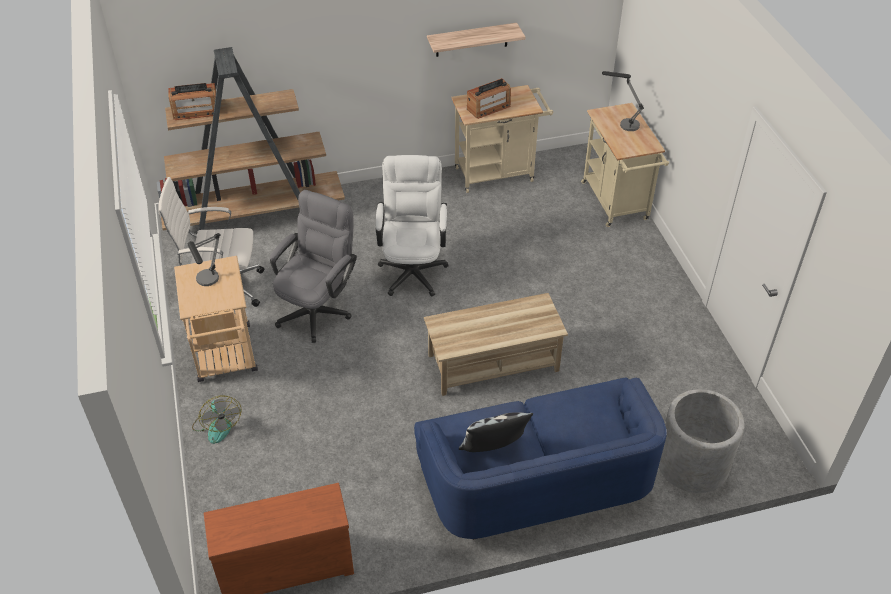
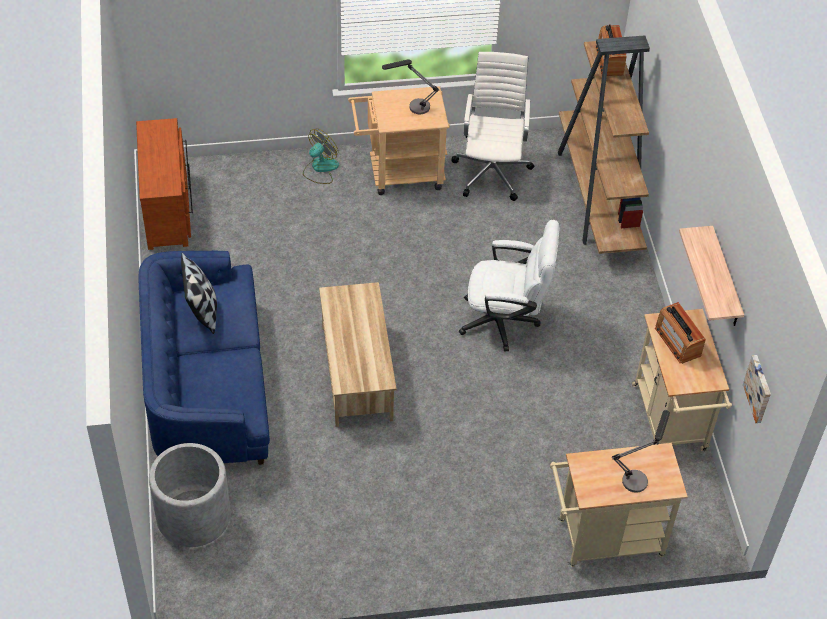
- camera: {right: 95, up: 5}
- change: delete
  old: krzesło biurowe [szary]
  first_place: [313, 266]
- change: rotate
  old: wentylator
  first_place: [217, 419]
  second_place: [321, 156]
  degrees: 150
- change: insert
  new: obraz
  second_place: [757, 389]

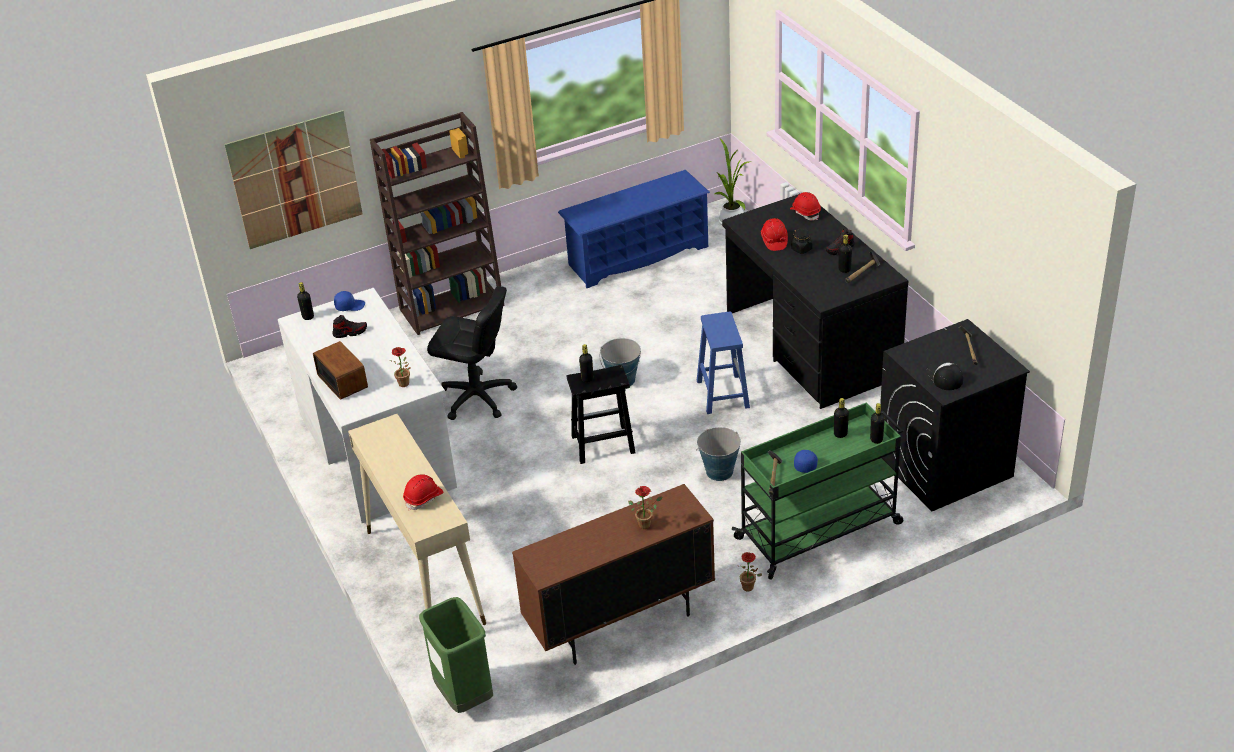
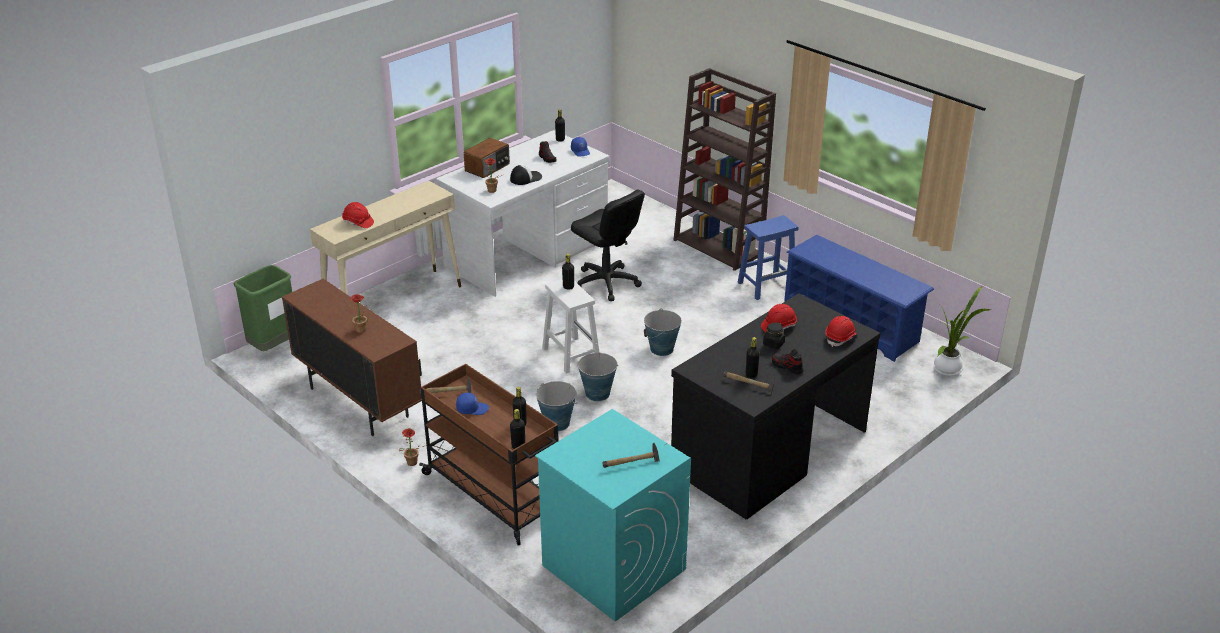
- camera: {right: 70, up: -5}
- change: delete
  old: obraz
  first_place: [293, 179]
- change: rotate
  old: krzesło biurowe [czarny]
  first_place: [472, 353]
  second_place: [608, 245]
  degrees: -45
- change: move
  old: stołek [niebieski]
  first_place: [723, 362]
  second_place: [768, 257]
- change: recolor
  old: pralka [czarny]
  new: pralka [turkusowy]
  first_place: [955, 415]
  second_place: [613, 515]
- change: move
  old: czapka z daszkiem
  first_place: [945, 376]
  second_place: [526, 175]
- change: recolor
  old: stołek [czarny]
  new: stołek [biały]
  first_place: [601, 414]
  second_place: [571, 326]
- change: recolor
  old: wózek [zielony]
  new: wózek [brązowy]
  first_place: [817, 491]
  second_place: [489, 454]
- change: insert
  new: wiadro
  second_place: [598, 377]

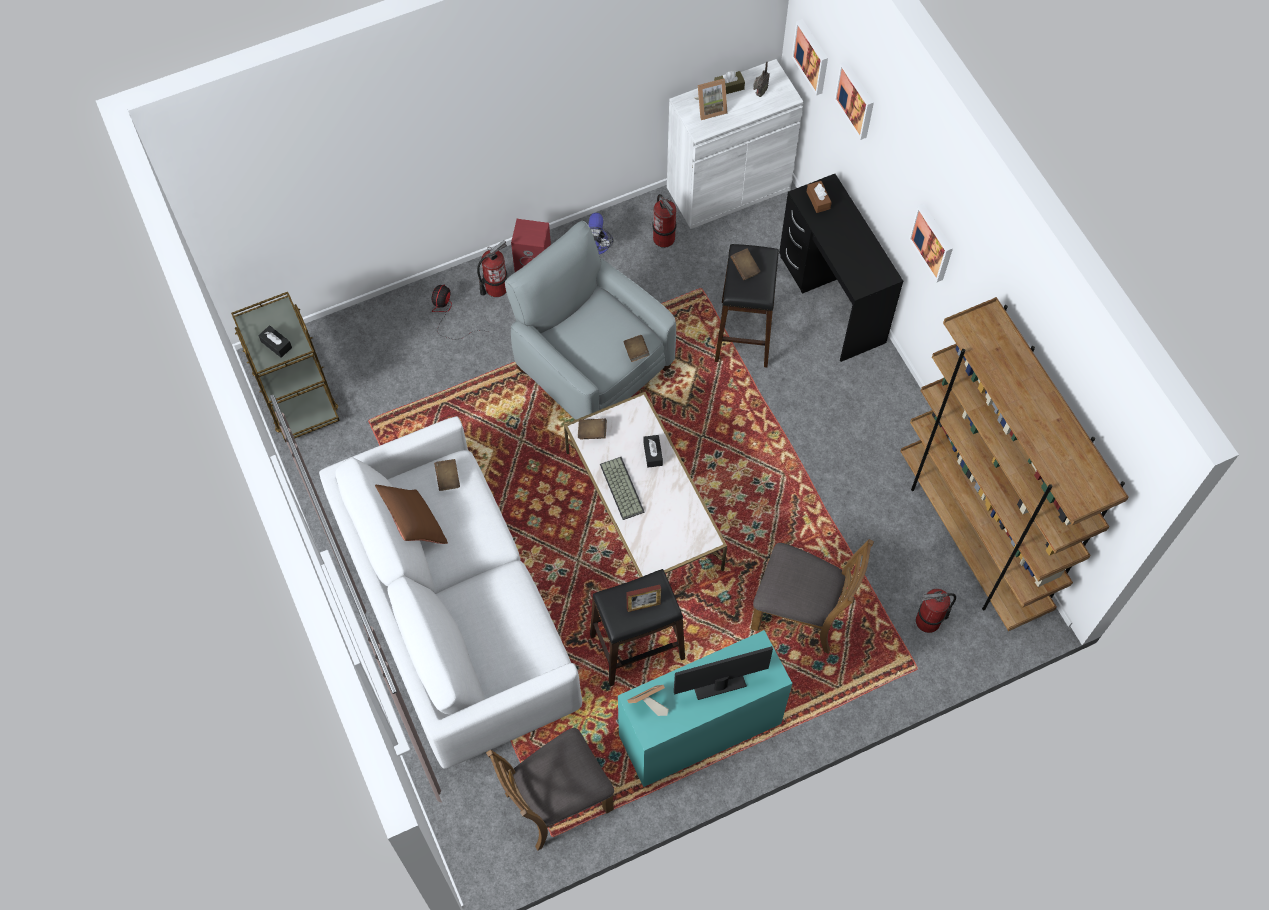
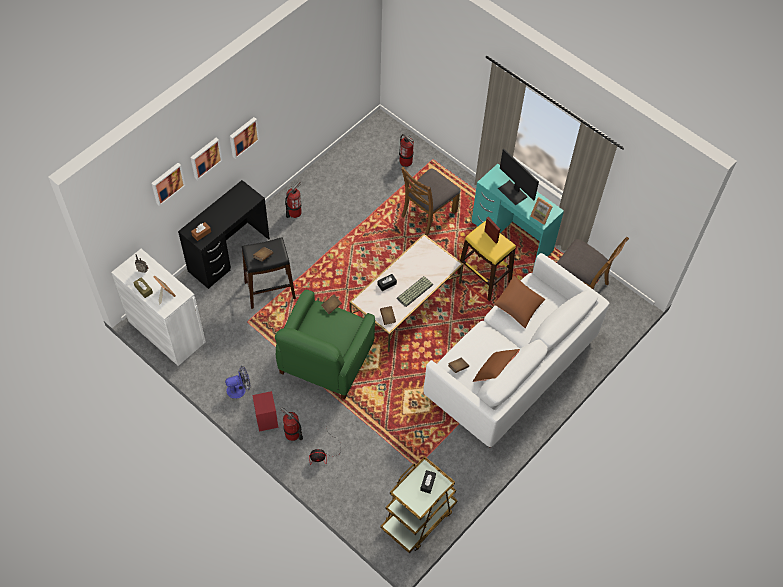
- camera: {right: -115, up: -5}
- change: move
  old: obraz
  first_place: [810, 57]
  second_place: [206, 159]
- change: move
  old: gaśnica
  first_place: [664, 221]
  second_place: [293, 199]
- change: recolor
  old: fotel [szary]
  new: fotel [zielony]
  first_place: [590, 320]
  second_place: [325, 344]
- change: delete
  old: regał [brązowy]
  first_place: [1014, 464]
- change: rotate
  old: krzesło [brązowy]
  first_place: [812, 596]
  second_place: [431, 201]
  degrees: -135
- change: recolor
  old: stołek [czarny]
  new: stołek [żółty]
  first_place: [637, 627]
  second_place: [486, 261]
- change: insert
  new: poduszka [brązowy]
  second_place: [519, 302]

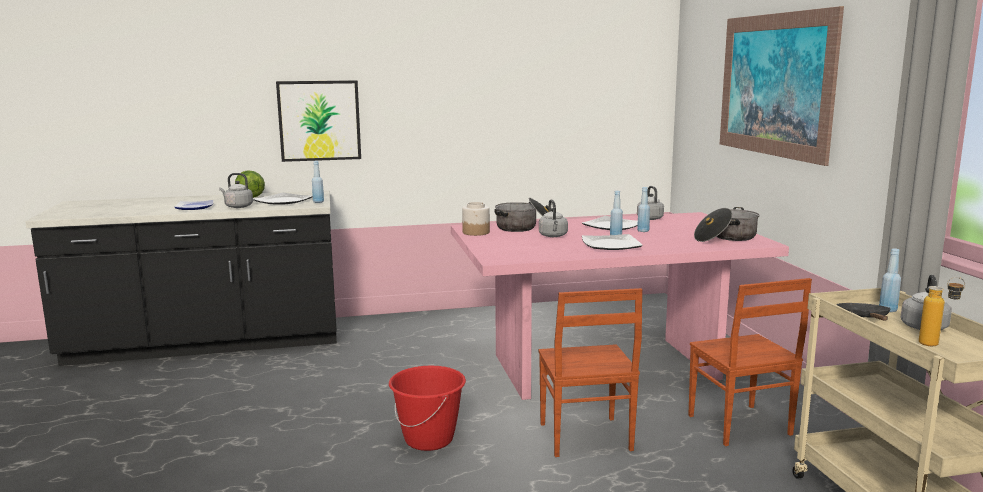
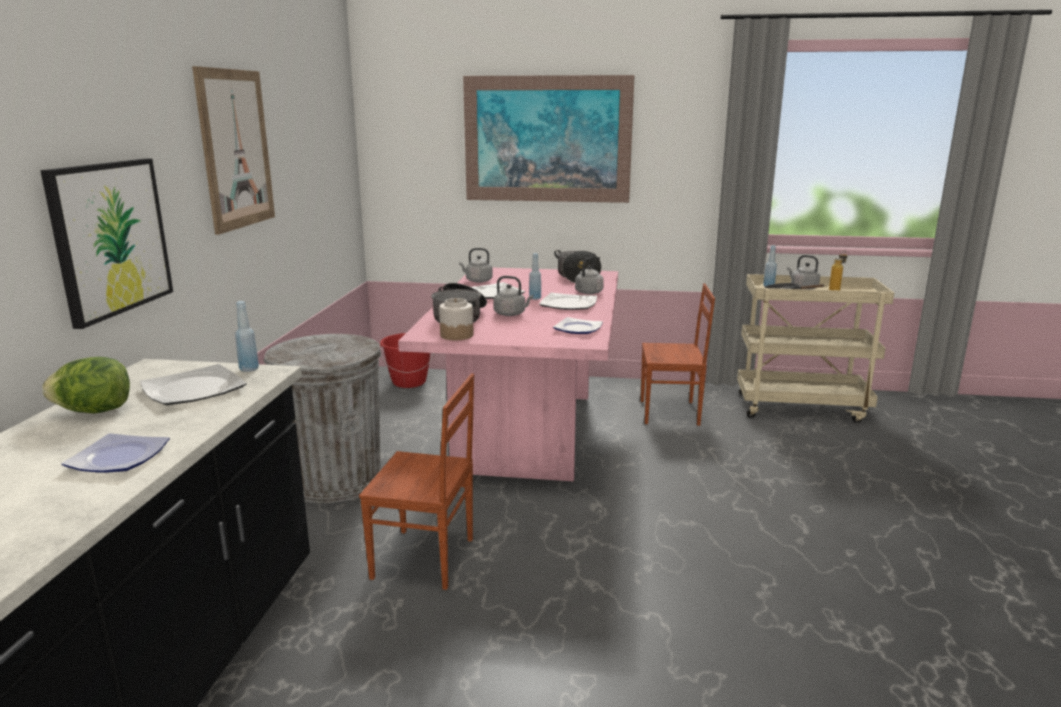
- camera: {right: -70, up: 5}
- change: move
  old: czajnik [szary]
  first_place: [236, 190]
  second_place: [589, 275]
- change: delete
  old: butelka [niebieski]
  first_place: [643, 209]
- change: move
  old: krzesło [brązowy]
  first_place: [590, 372]
  second_place: [416, 481]
- change: move
  old: wiadro [czerwony]
  first_place: [427, 408]
  second_place: [406, 360]
- change: insert
  new: obraz
  second_place: [233, 150]
- change: insert
  new: talerz
  second_place: [578, 325]
- change: insert
  new: kosz na śmieci [szary]
  second_place: [322, 418]

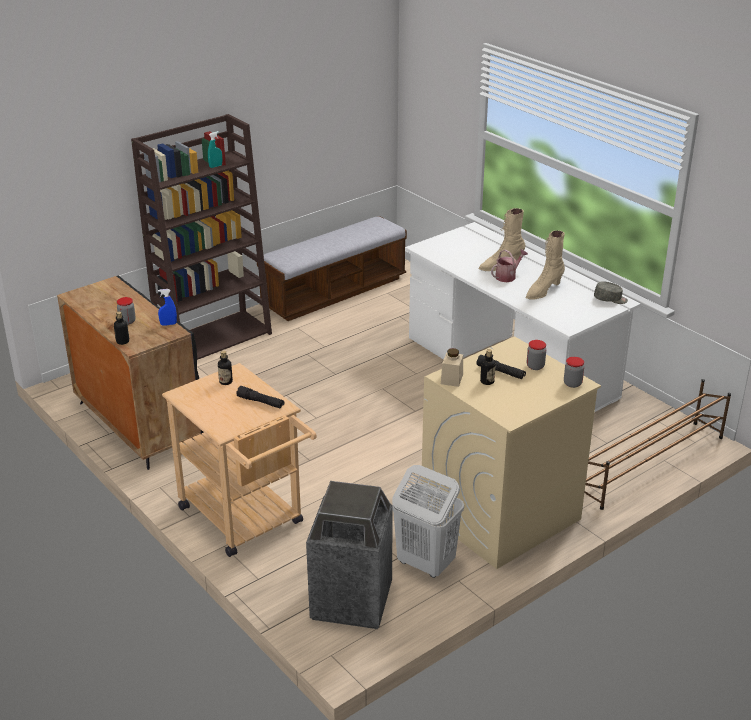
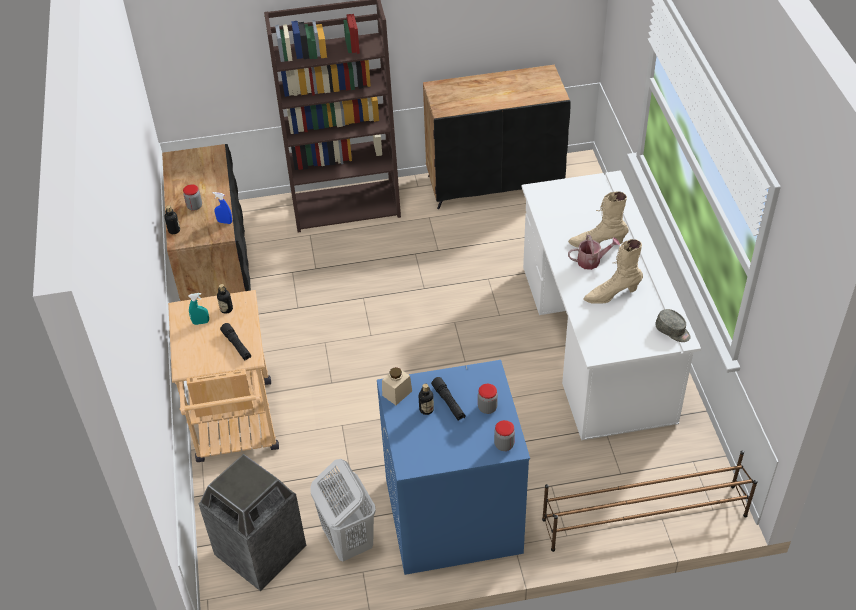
- camera: {right: 30, up: 15}
- change: move
  old: spryskiwacz [turkusowy]
  first_place: [215, 149]
  second_place: [198, 309]
- change: replace
  old: ławka
  new: szafka [czarny]
  first_place: [332, 268]
  second_place: [497, 137]
- change: recolor
  old: pralka [beżowy]
  new: pralka [niebieski]
  first_place: [511, 452]
  second_place: [453, 467]

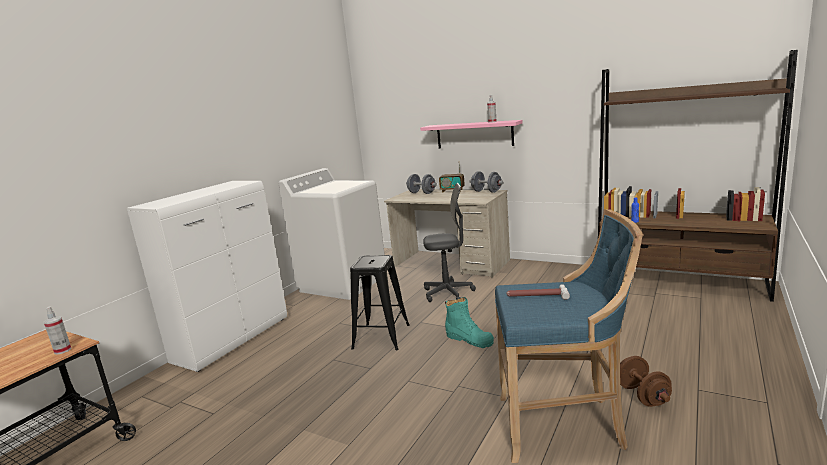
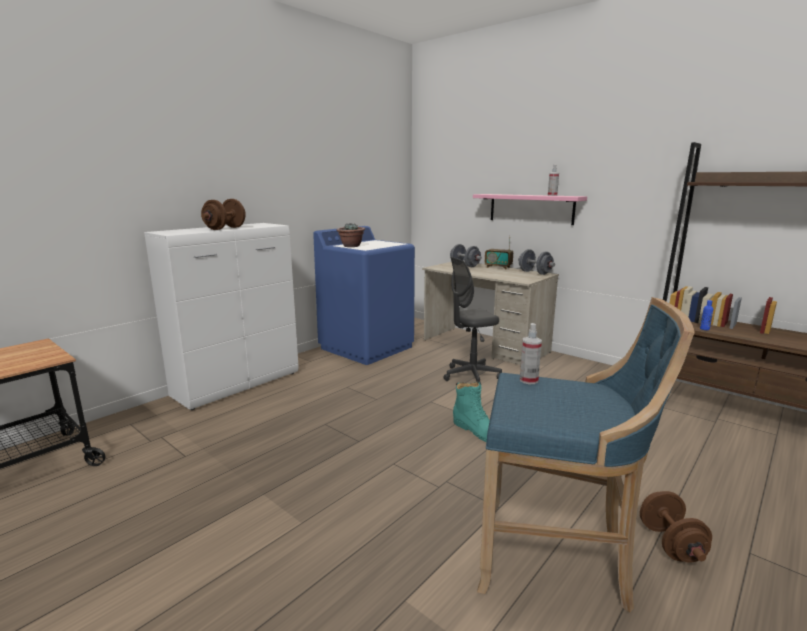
- camera: {right: 10, up: 0}
- change: recolor
  old: pralka [biały]
  new: pralka [niebieski]
  first_place: [331, 234]
  second_place: [364, 295]
- change: rotate
  old: krzesło biurowe [szary]
  first_place: [449, 242]
  second_place: [472, 320]
  degrees: 150
- change: delete
  old: stołek [czarny]
  first_place: [380, 302]
- change: delete
  old: młotek
  first_place: [538, 292]
- change: move
  old: spryskiwacz
  first_place: [57, 330]
  second_place: [531, 353]
- change: insert
  new: hantel [brązowy]
  second_place: [223, 214]
- change: insert
  new: roślina doniczkowa
  second_place: [351, 235]

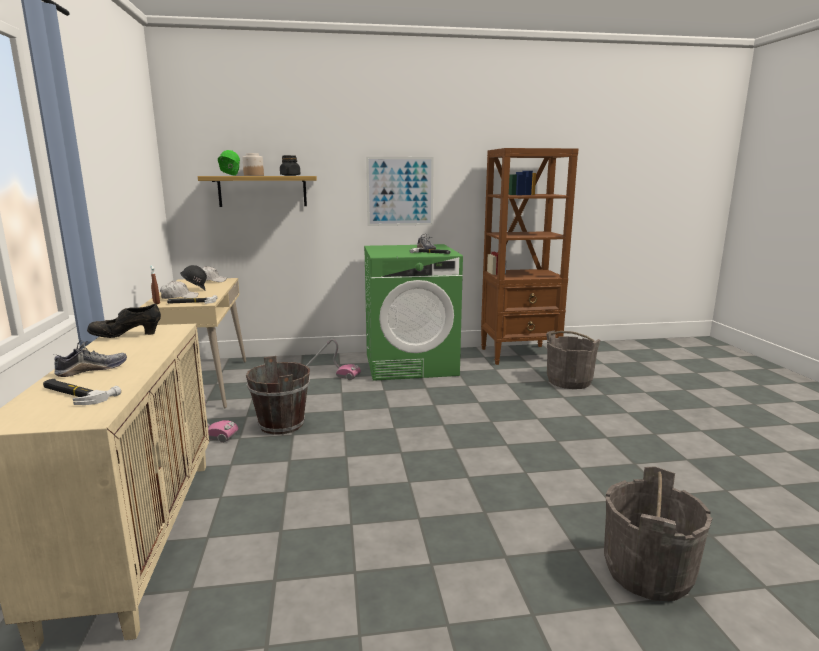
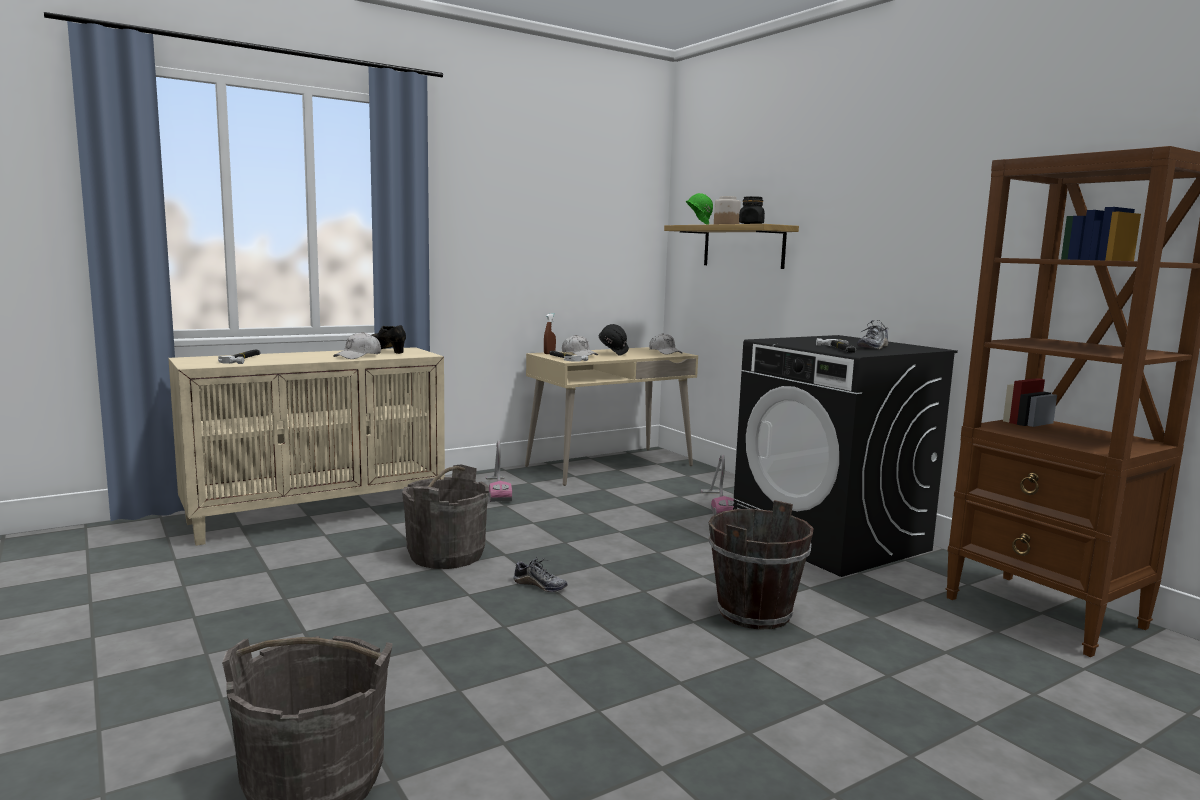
- camera: {right: 65, up: -5}
- change: delete
  old: obraz
  first_place: [400, 191]
- change: recolor
  old: pralka [zielony]
  new: pralka [czarny]
  first_place: [413, 312]
  second_place: [845, 456]
- change: move
  old: wiadro [szary]
  first_place: [573, 360]
  second_place: [445, 516]
- change: move
  old: but
  first_place: [90, 358]
  second_place: [540, 574]
- change: move
  old: wiadro [brązowy]
  first_place: [278, 395]
  second_place: [761, 565]
- change: insert
  new: czapka z daszkiem [biały]
  second_place: [357, 345]

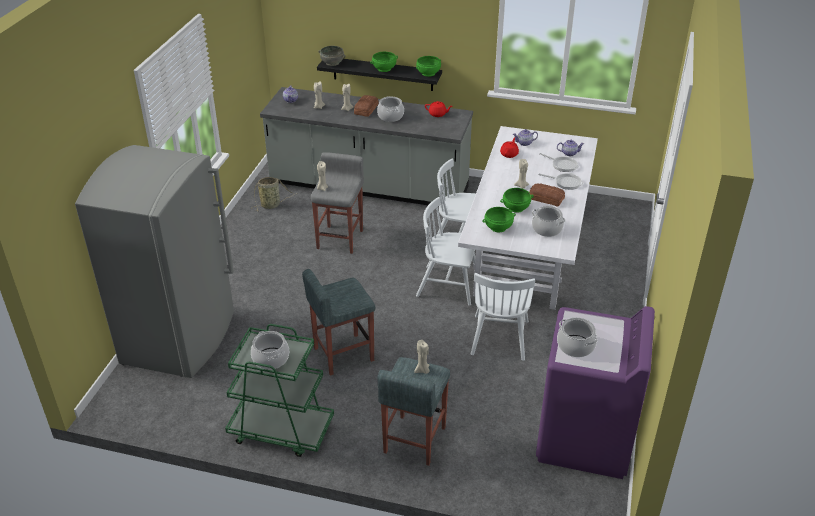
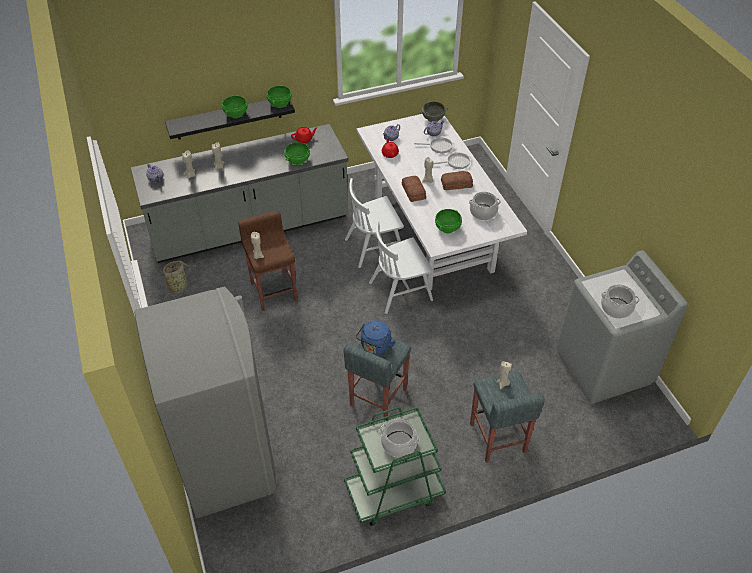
- camera: {right: -35, up: 10}
- change: move
  old: miska [szary]
  first_place: [332, 56]
  second_place: [434, 112]
- change: move
  old: chleb
  first_place: [366, 106]
  second_place: [414, 189]
- change: delete
  old: garnek
  first_place: [390, 109]
- change: recolor
  old: stołek [szary]
  new: stołek [brązowy]
  first_place: [337, 203]
  second_place: [267, 261]
- change: move
  old: miska [zielony]
  first_place: [517, 200]
  second_place: [297, 153]
- change: delete
  old: krzesło [biały]
  first_place: [503, 317]
- change: recolor
  old: pralka [fioletowy]
  new: pralka [szary]
  first_place: [595, 392]
  second_place: [622, 327]
- change: insert
  new: czajnik [niebieski]
  second_place: [376, 337]

